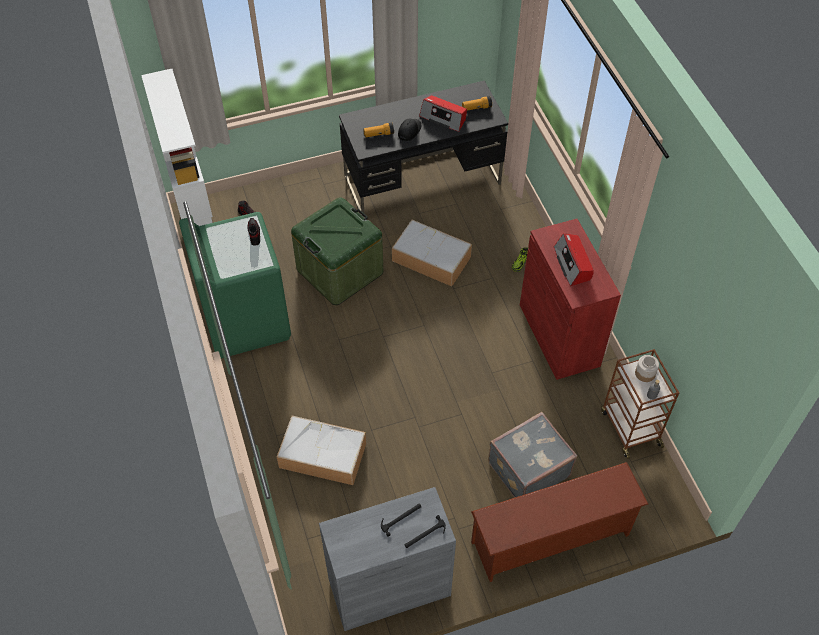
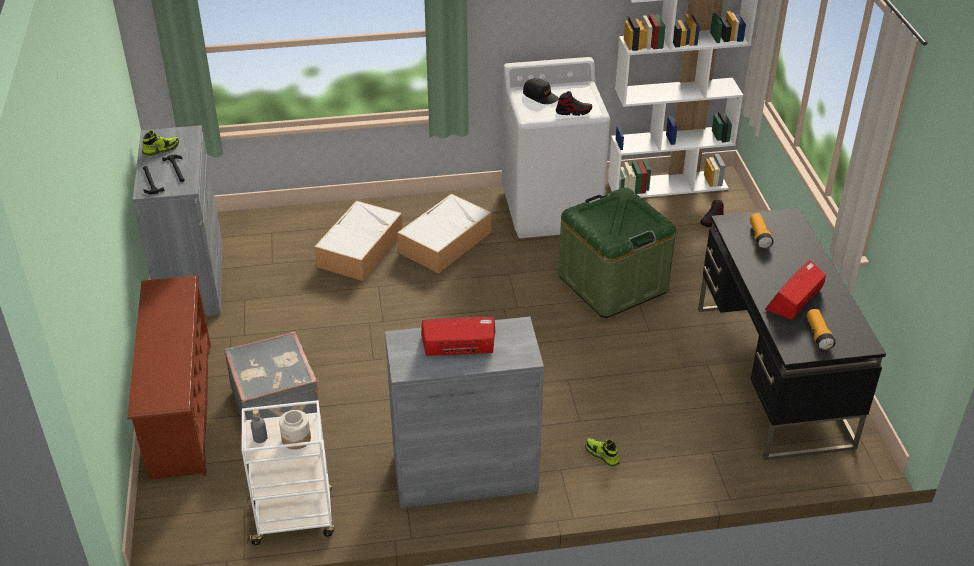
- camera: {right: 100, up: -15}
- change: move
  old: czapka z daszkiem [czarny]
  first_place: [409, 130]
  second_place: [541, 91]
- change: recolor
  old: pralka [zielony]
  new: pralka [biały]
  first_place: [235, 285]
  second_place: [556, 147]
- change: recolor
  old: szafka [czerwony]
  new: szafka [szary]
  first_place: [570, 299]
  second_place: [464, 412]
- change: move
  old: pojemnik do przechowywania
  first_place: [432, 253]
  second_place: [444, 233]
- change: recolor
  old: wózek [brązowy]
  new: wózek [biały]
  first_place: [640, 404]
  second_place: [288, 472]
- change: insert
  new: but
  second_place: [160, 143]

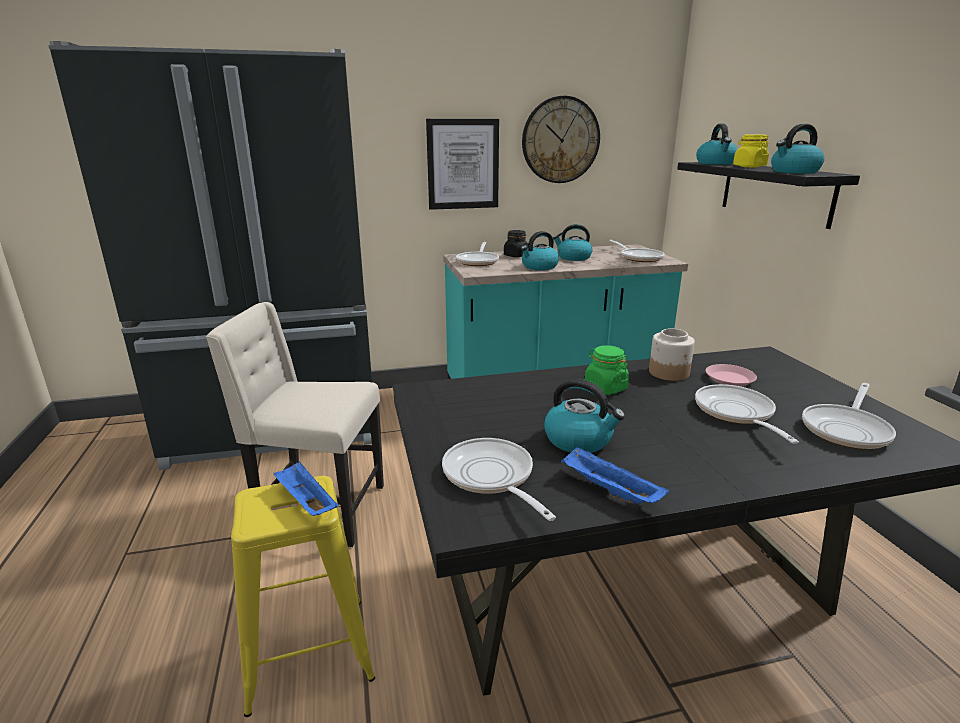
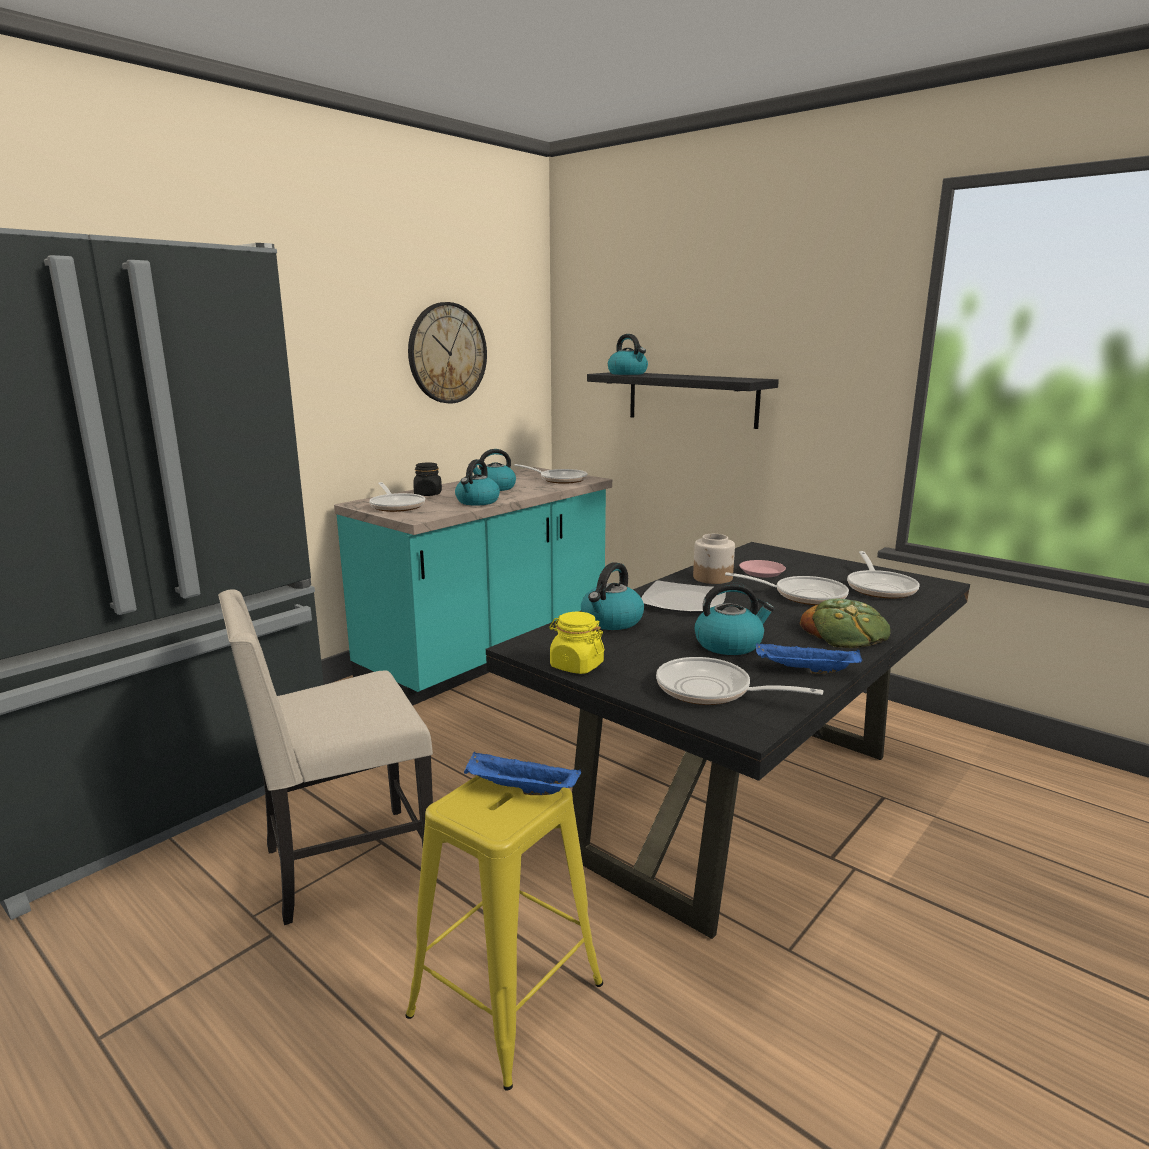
- camera: {right: -35, up: -5}
- change: delete
  old: obraz
  first_place: [462, 164]
- change: move
  old: czajnik
  first_place: [797, 148]
  second_place: [612, 596]
- change: move
  old: słoik [żółty]
  first_place: [751, 150]
  second_place: [577, 643]
- change: replace
  old: słoik [zielony]
  new: talerz
  first_place: [607, 370]
  second_place: [683, 597]
- change: rotate
  old: patelnia
  first_place: [747, 414]
  second_place: [787, 588]
  degrees: 150
- change: insert
  new: chleb
  second_place: [845, 623]

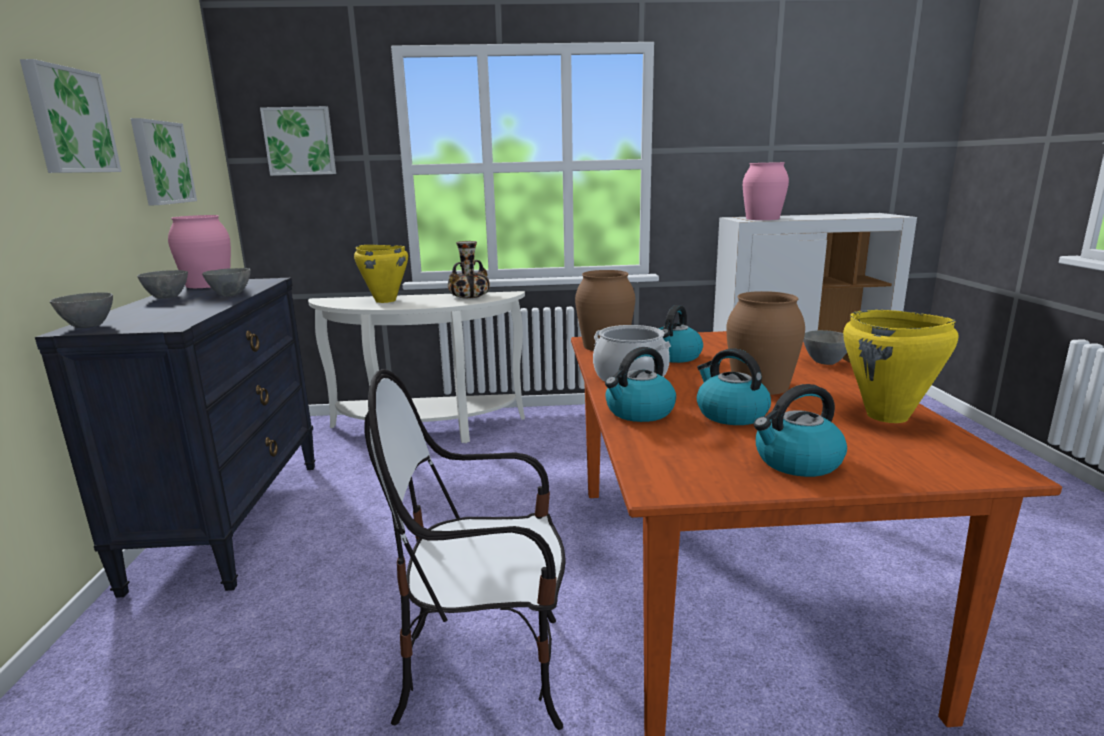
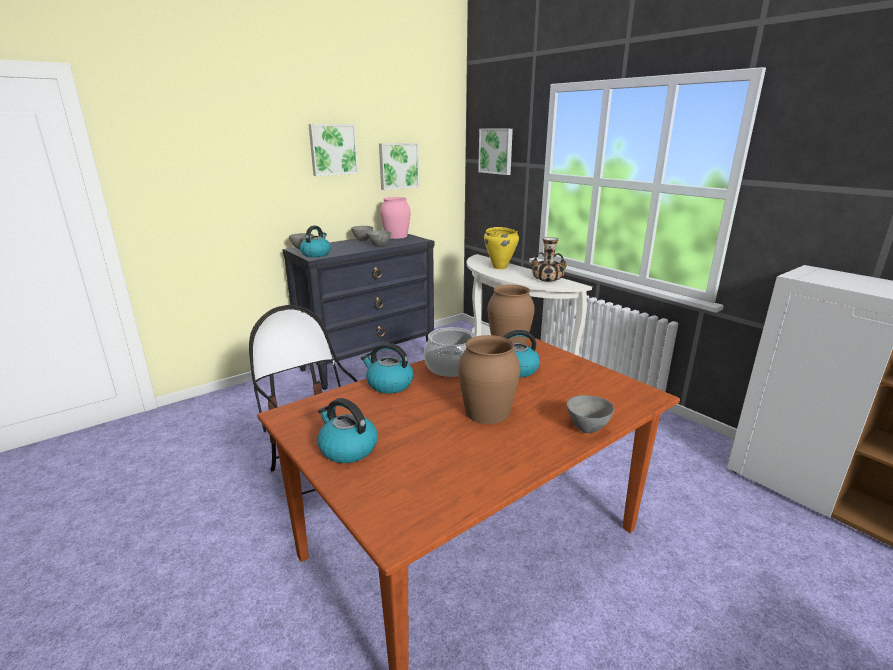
- camera: {right: 55, up: 5}
- change: delete
  old: wazon [różowy]
  first_place: [766, 191]
- change: delete
  old: garnek [żółty]
  first_place: [901, 366]
- change: move
  old: czajnik
  first_place: [734, 386]
  second_place: [315, 241]

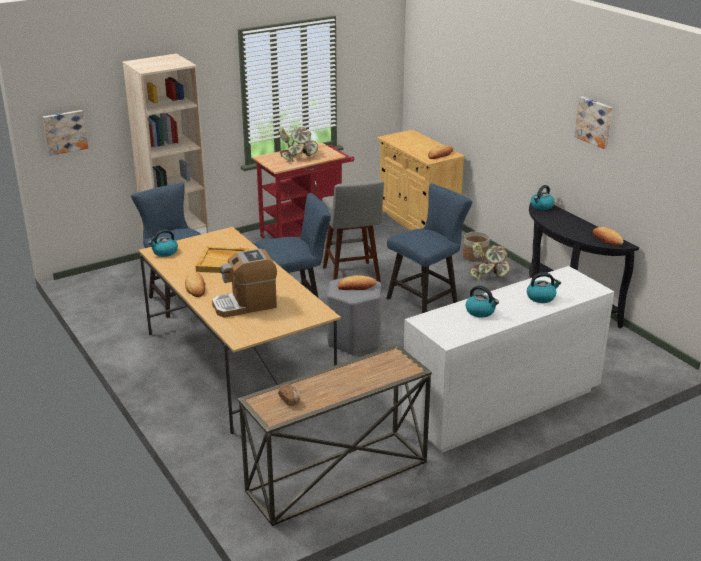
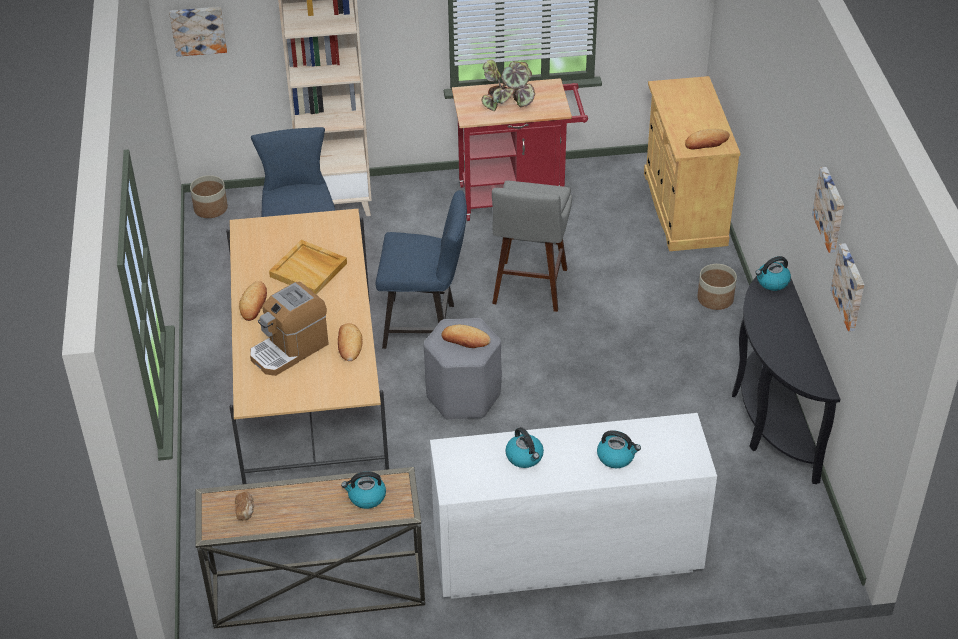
- camera: {right: 25, up: 15}
- change: delete
  old: krzesło [niebieski]
  first_place: [429, 248]
- change: move
  old: chleb
  first_place: [608, 236]
  second_place: [350, 342]
- change: move
  old: czajnik
  first_place: [163, 243]
  second_place: [363, 490]
- change: delete
  old: roślina doniczkowa
  first_place: [490, 261]
- change: rotate
  old: ekspres do kawy
  first_place: [244, 283]
  second_place: [289, 328]
  degrees: -45
- change: insert
  new: donica
  second_place: [209, 196]
- change: insert
  new: obraz
  second_place: [847, 287]

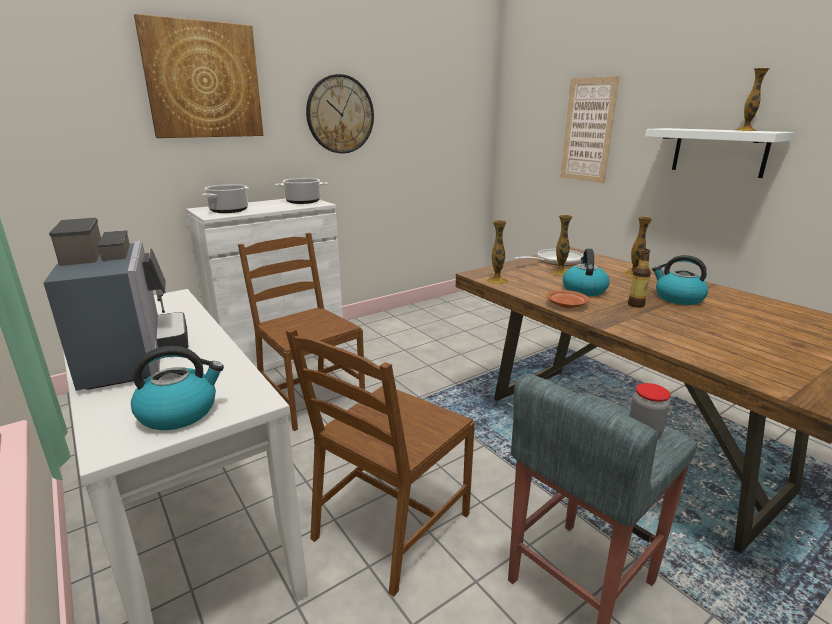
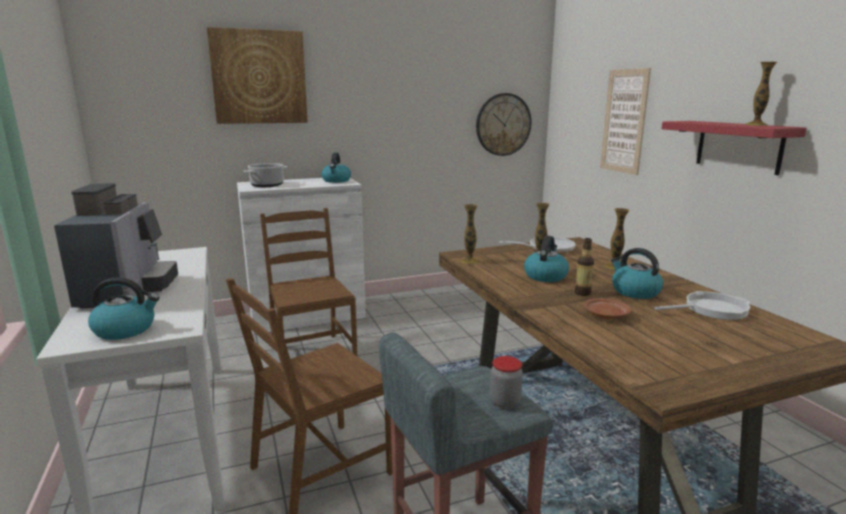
- camera: {right: 15, up: -5}
- change: move
  old: zegar ścienny
  first_place: [340, 113]
  second_place: [504, 124]
- change: recolor
  old: półka [biały]
  new: półka [czerwony]
  first_place: [719, 153]
  second_place: [734, 148]
- change: replace
  old: garnek
  new: czajnik
  first_place: [301, 191]
  second_place: [336, 167]
- change: move
  old: talerz [brązowy]
  first_place: [568, 299]
  second_place: [608, 308]
- change: insert
  new: patelnia
  second_place: [702, 305]

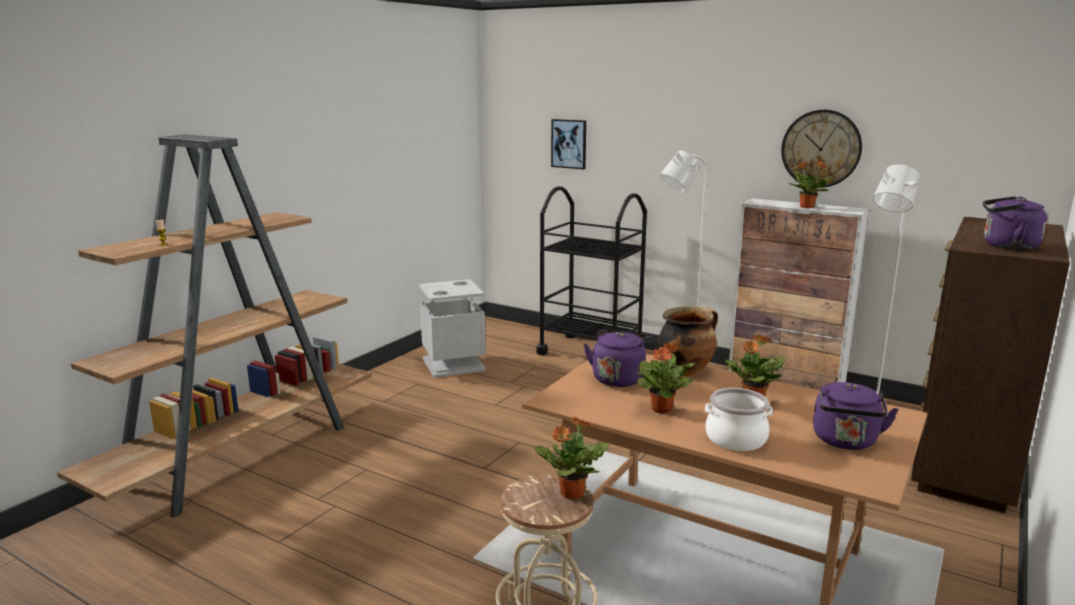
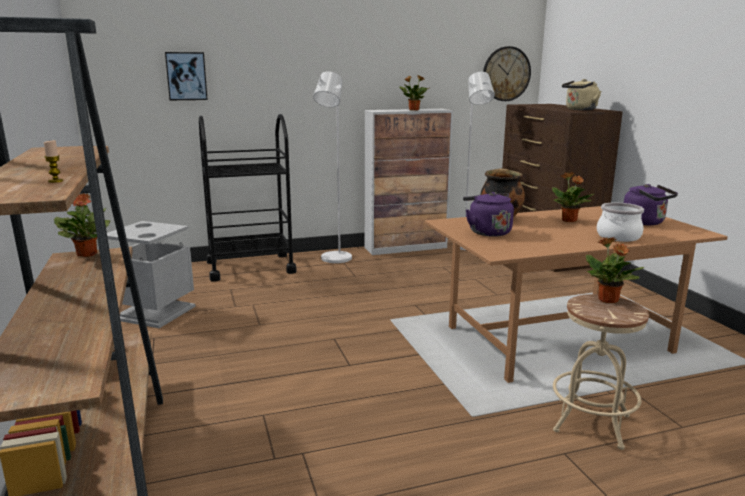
- camera: {right: -50, up: 0}
- change: move
  old: zegar ścienny
  first_place: [821, 149]
  second_place: [507, 73]
- change: recolor
  old: czajnik [fioletowy]
  new: czajnik [beżowy]
  first_place: [1015, 223]
  second_place: [581, 94]
- change: move
  old: roślina doniczkowa
  first_place: [665, 378]
  second_place: [82, 225]

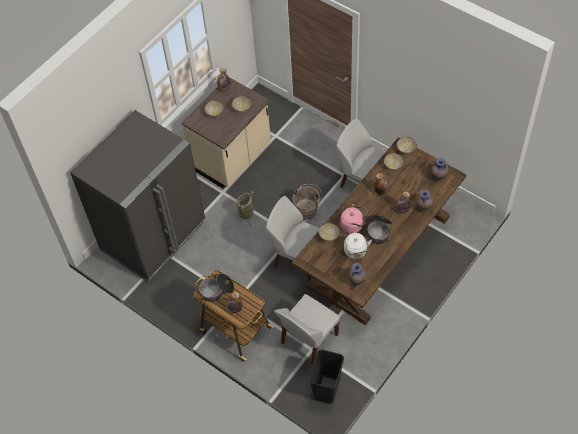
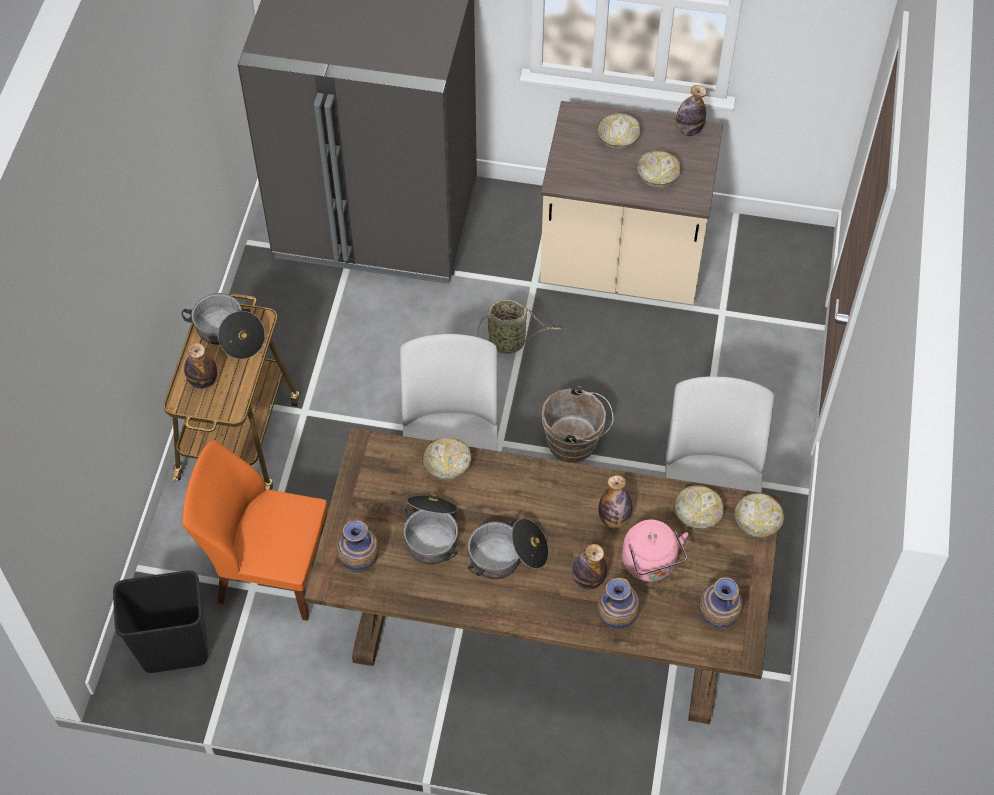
- camera: {right: 60, up: 0}
- change: move
  old: czajnik [różowy]
  first_place: [353, 218]
  second_place: [655, 551]
- change: replace
  old: czajnik [biały]
  new: garnek
  first_place: [358, 246]
  second_place: [431, 529]
- change: recolor
  old: krzesło [biały]
  new: krzesło [pomarańczowy]
  first_place: [307, 329]
  second_place: [254, 530]

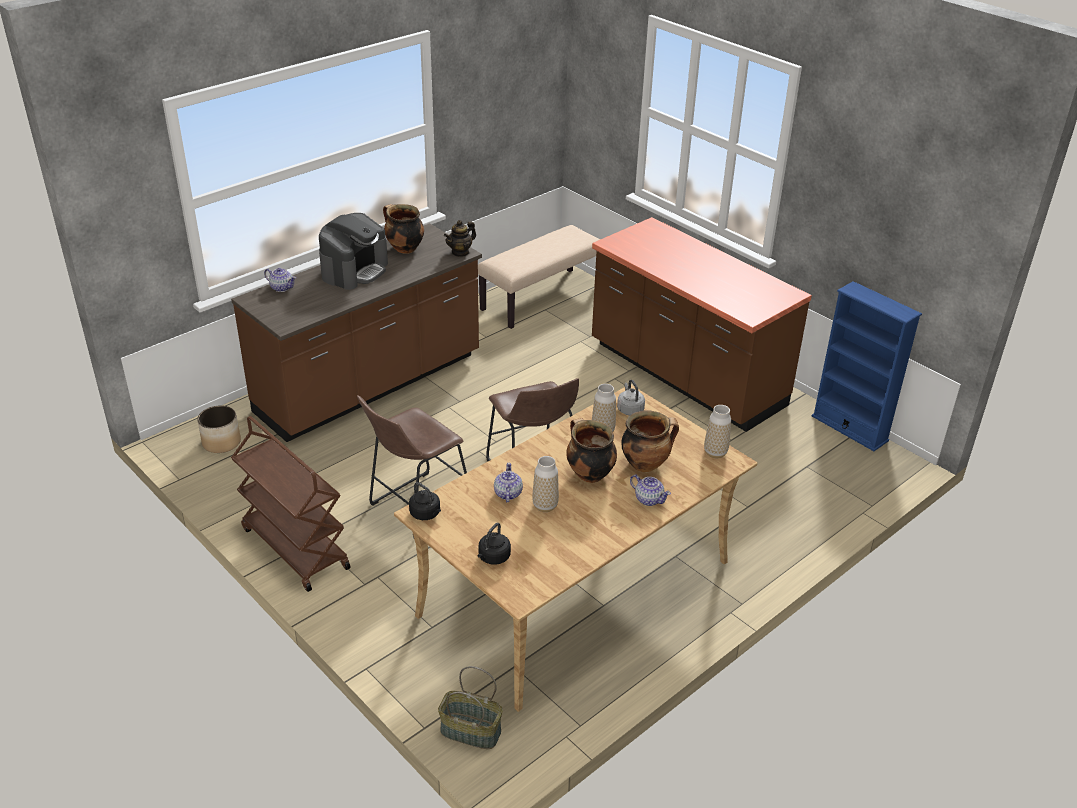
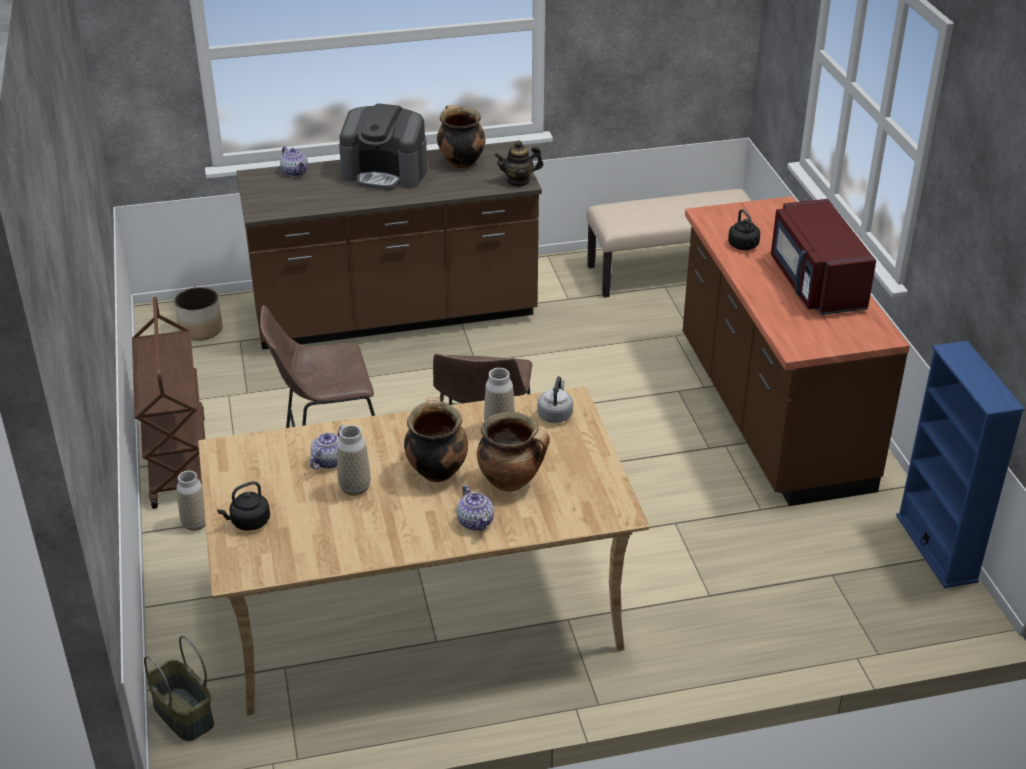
- camera: {right: 30, up: 0}
- change: rotate
  old: ekspres do kawy
  first_place: [353, 251]
  second_place: [383, 146]
  degrees: 45
- change: move
  old: wazon
  first_place: [717, 431]
  second_place: [191, 501]
- change: move
  old: czajnik [czarny]
  first_place: [425, 501]
  second_place: [744, 229]
- change: insert
  new: mikrofalówka [czerwony]
  second_place: [823, 257]

